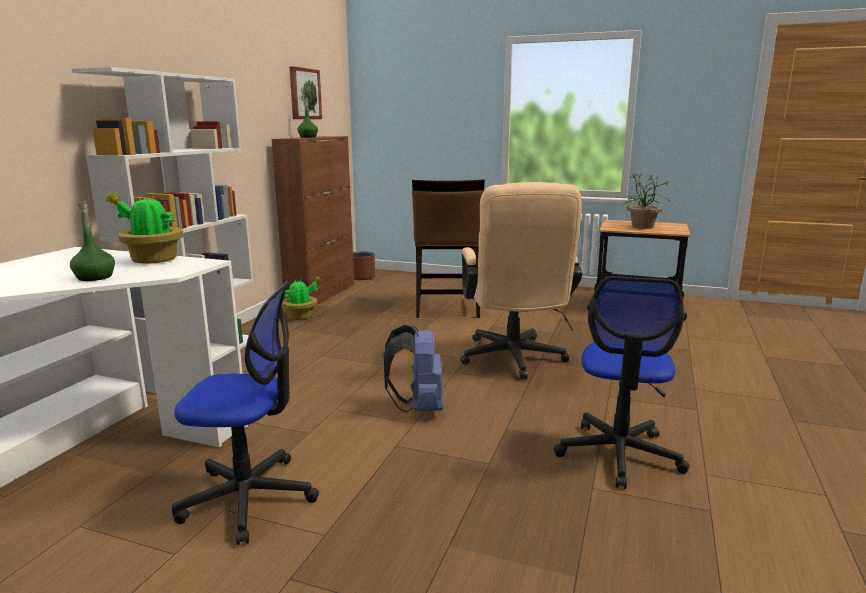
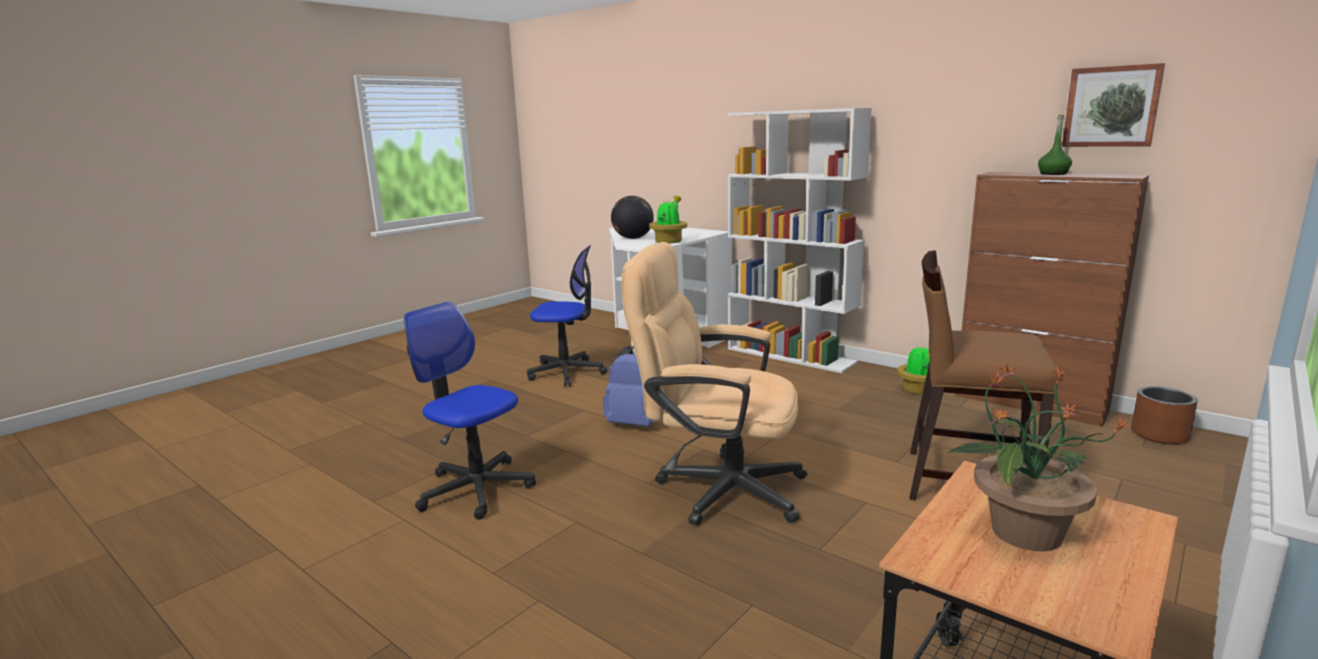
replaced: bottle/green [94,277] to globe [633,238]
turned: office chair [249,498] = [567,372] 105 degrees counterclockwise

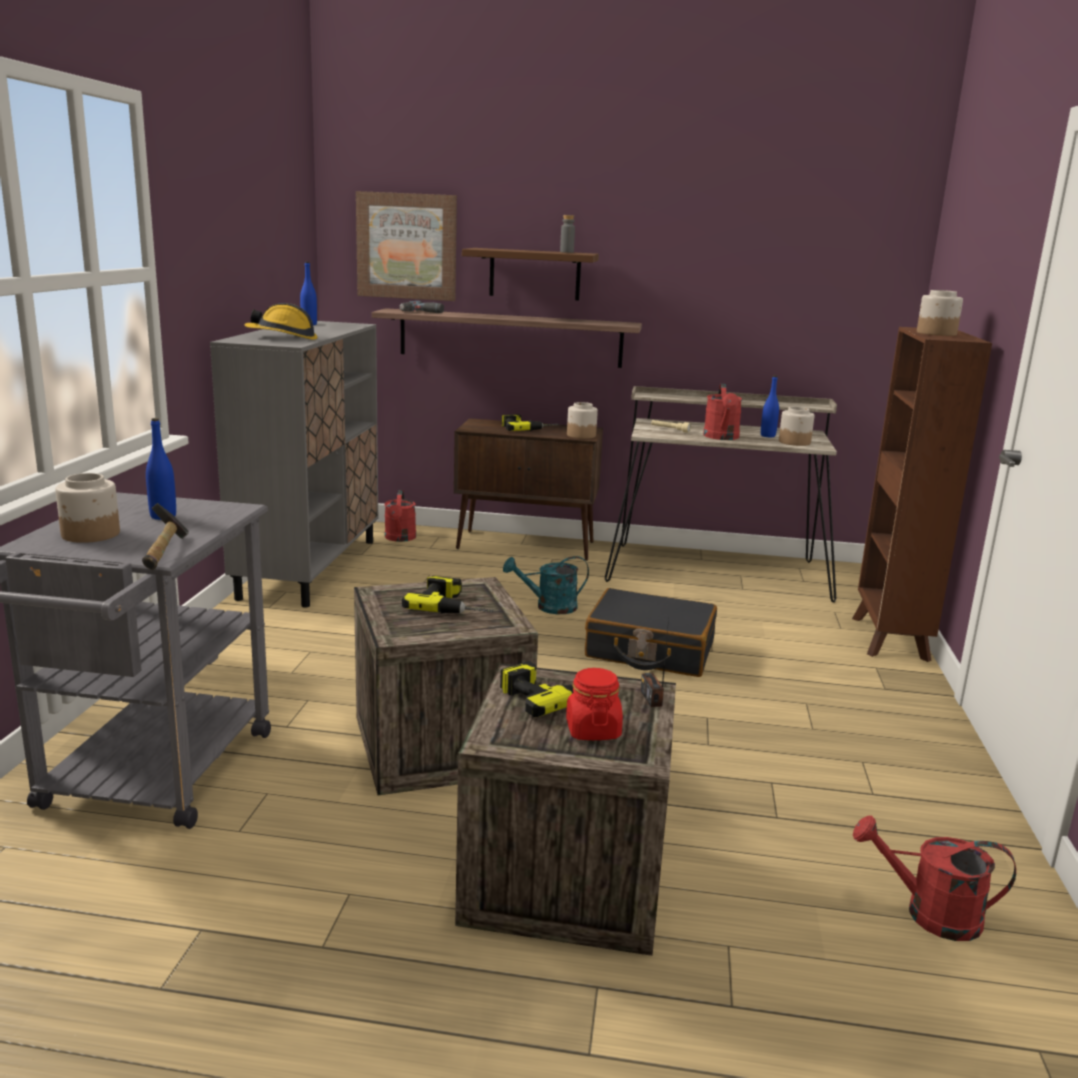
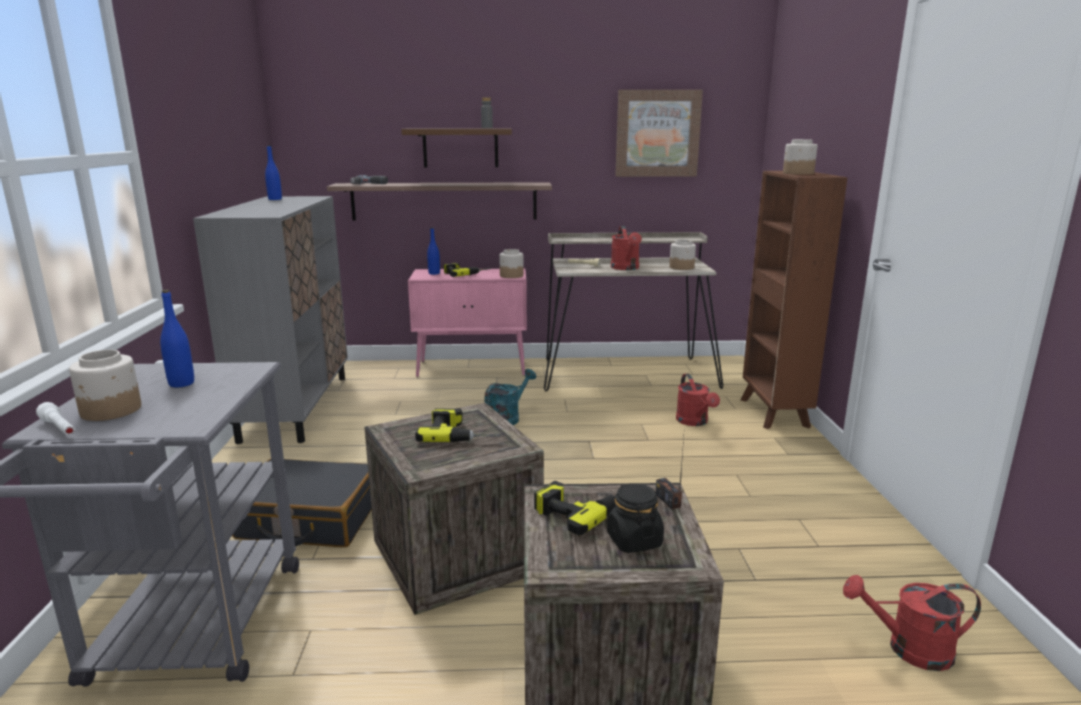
removed: hammer [164,555]; hard hat [283,337]
added: flashlight/white [59,429]
moved: suitcase/black [649,650] to [308,519]; bottle/blue [767,436] to [434,273]; picture [407,246] to [657,133]; watering can/red [400,538] to [694,422]
recoloured: cabinet/brown [527,545] to cabinet/pink [473,368]; jar/red [592,730] to jar/black [634,540]
turned: watering can/turquoise [549,607] = [507,418] 150 degrees clockwise

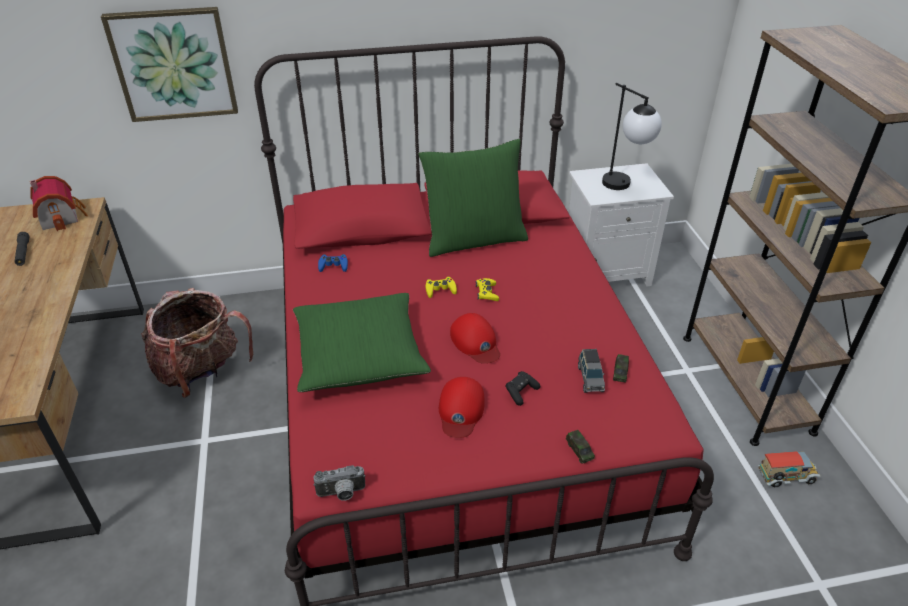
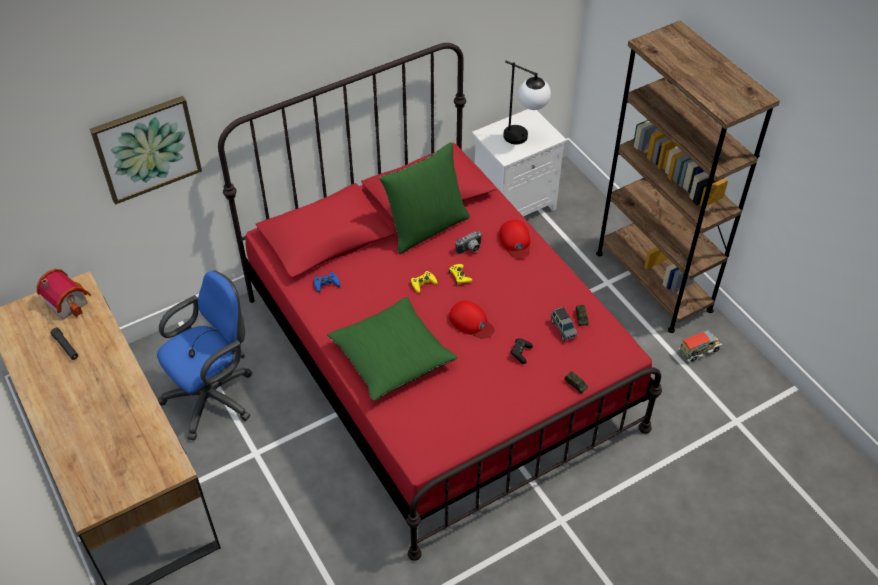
moved: photo camera [341,494] to [470,250]; cap/red [460,410] to [515,241]
replaced: backpack [202,372] to office chair/blue [215,396]

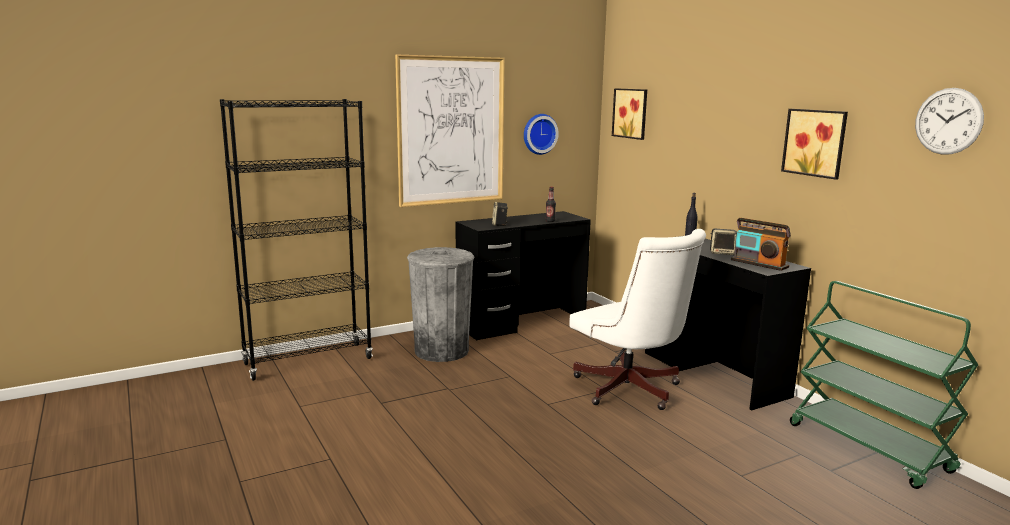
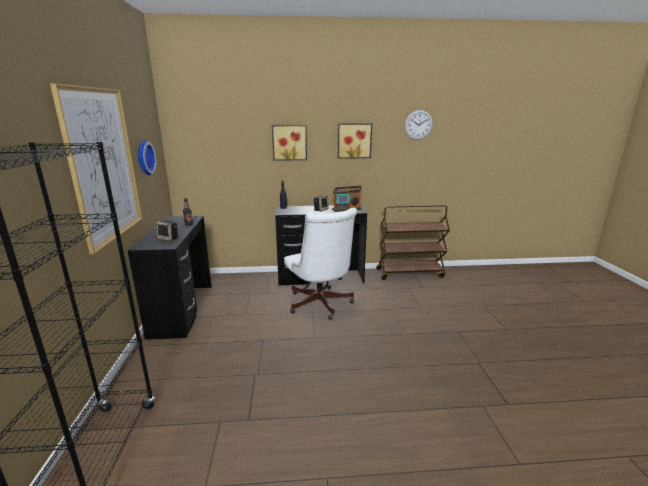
removed: trash can/grey [441,351]
moved: picture [631,113] to [289,142]
recoloured: cart/green [869,448] to cart/brown [410,273]
turned: office chair/white [631,391] = [320,305] 75 degrees clockwise

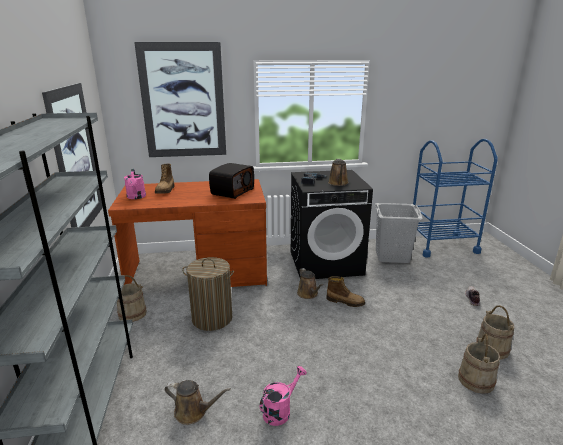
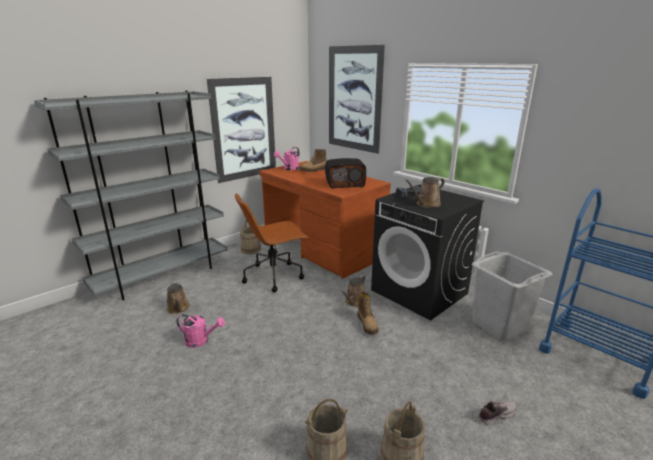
replaced: laundry basket [212,318] to office chair/brown [274,276]

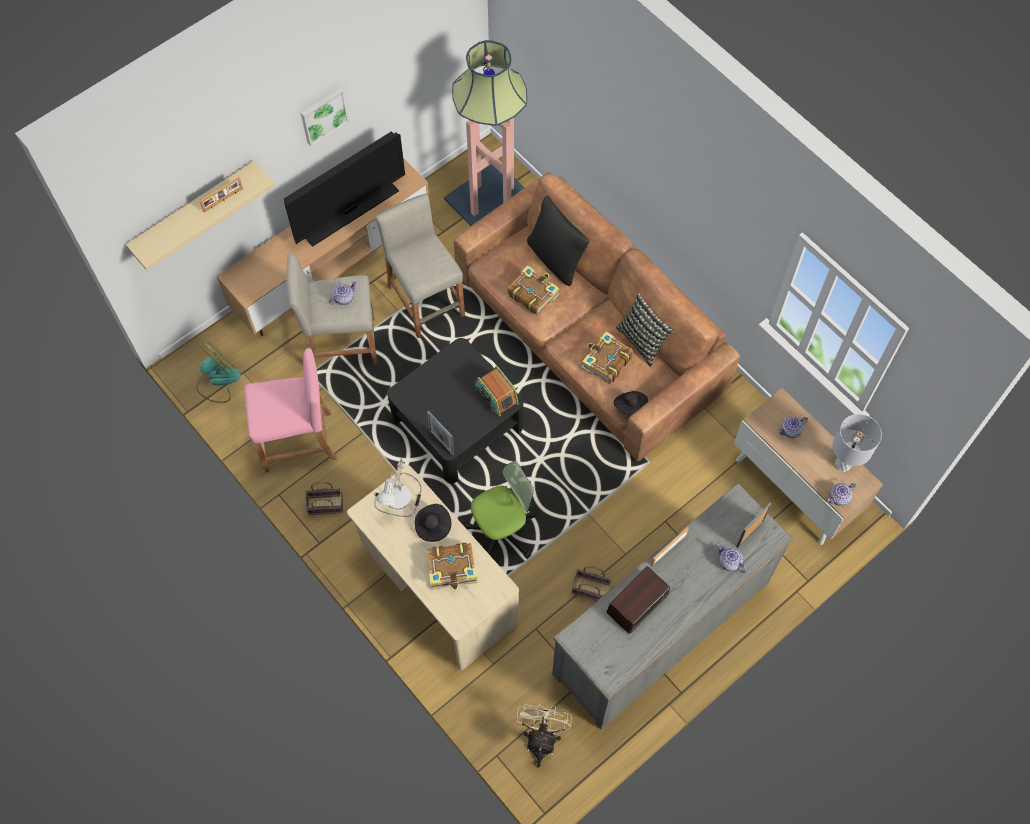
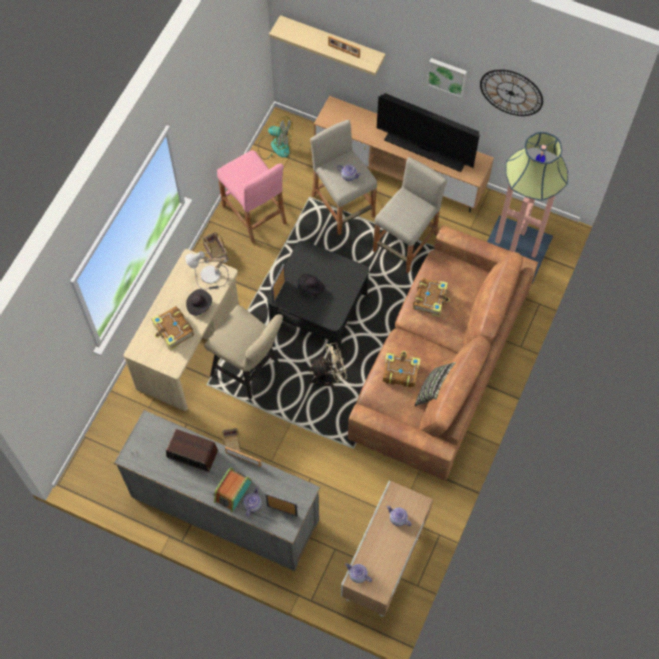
removed: pillow/black [556,259]; table lamp/grey [843,464]
added: wall clock [511,92]
moved: radio [496,395] to [232,491]; hat/black [630,405] to [311,288]; fan/beige [542,738] to [328,377]
replaced: office chair [502,531] to stool/beige [249,371]

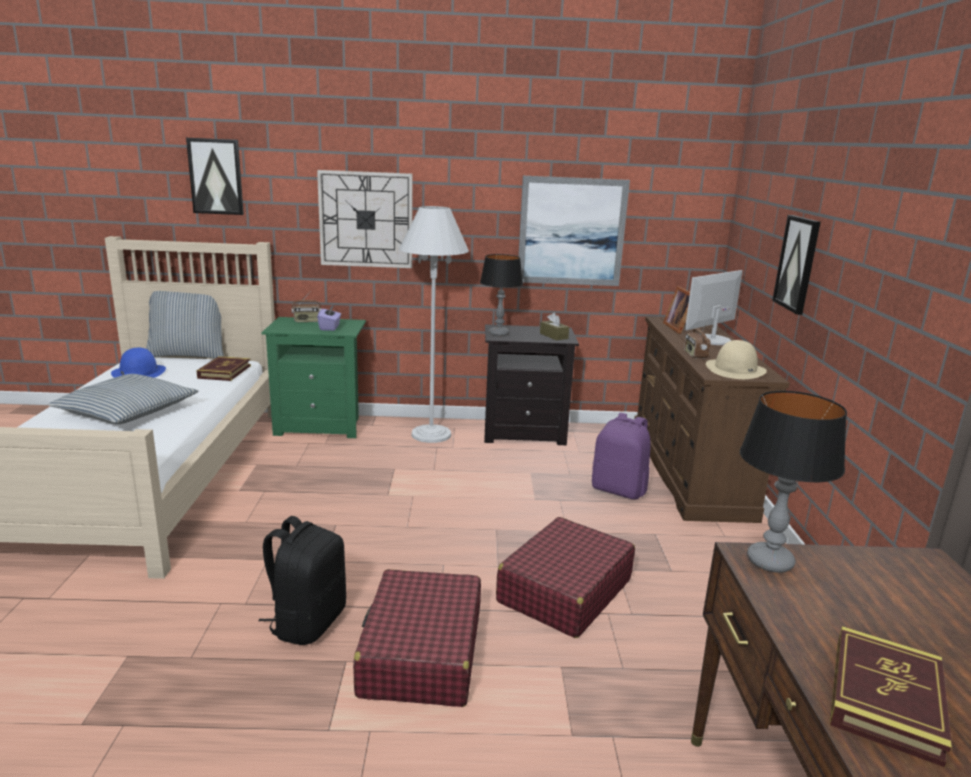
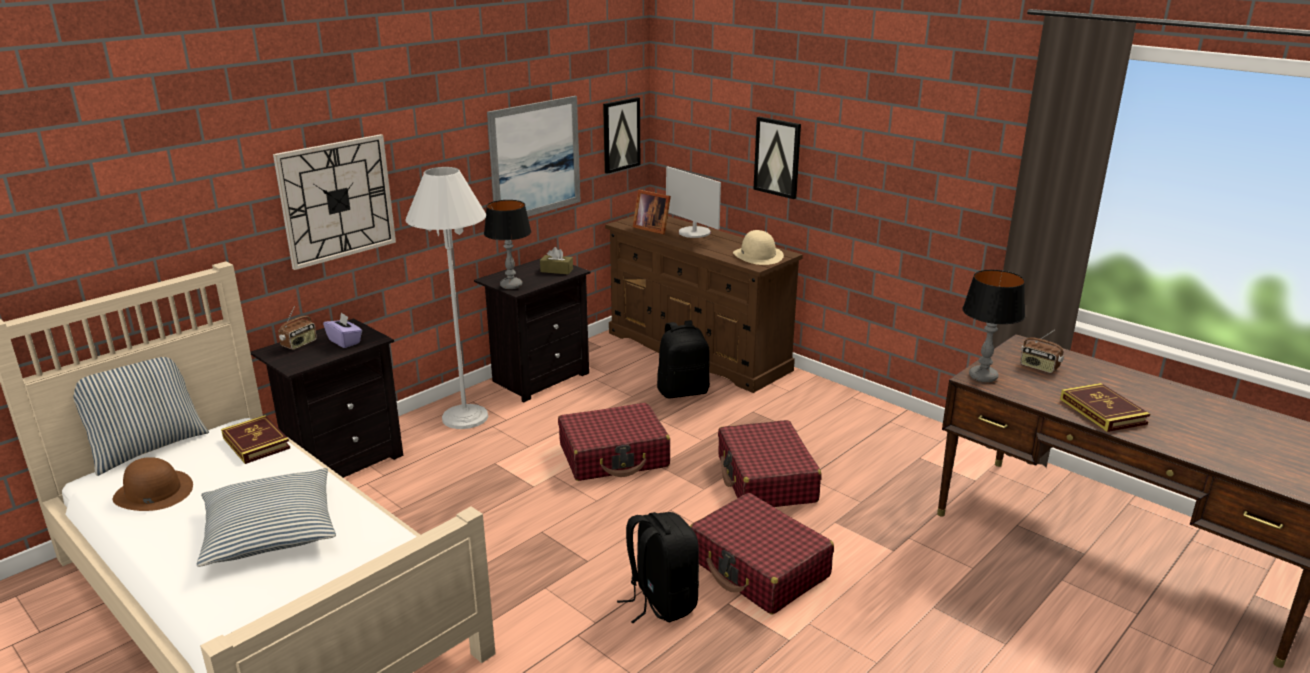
added: suitcase/red [614,456]
moved: picture [216,176] to [620,134]; radio [695,355] to [1039,367]
recoloured: hat/blue [139,373] to hat/brown [153,492]; nightstand/green [321,426] to nightstand/black [342,462]; backpack/purple [619,490] to backpack/black [683,391]
turned: monitor [712,340] = [694,232] 45 degrees counterclockwise

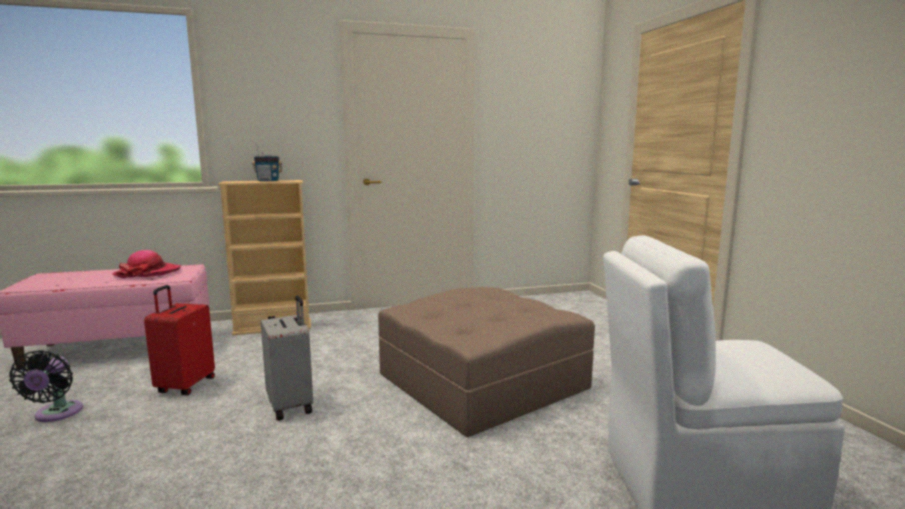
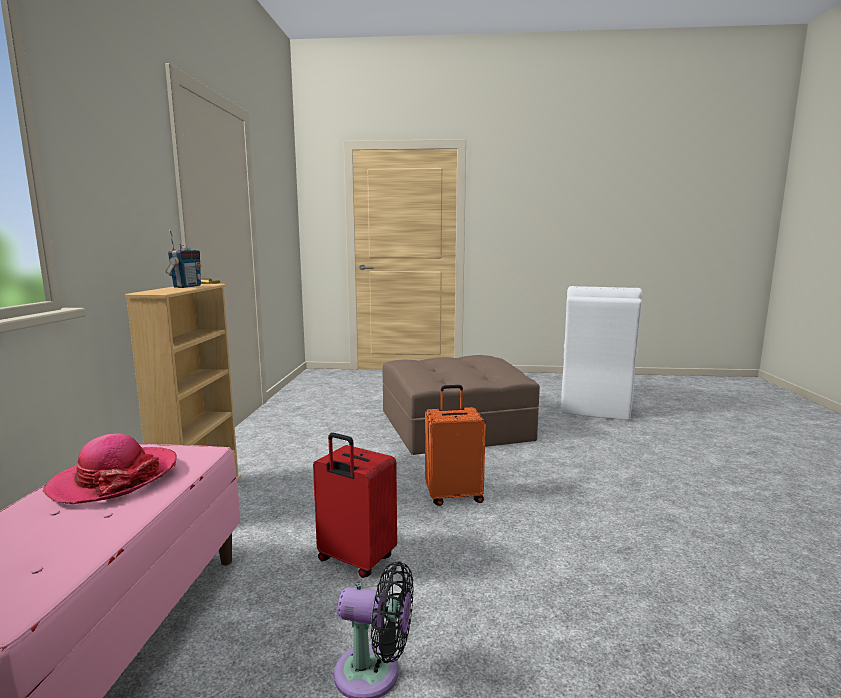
recoloured: suitcase/grey [291,406] to suitcase/orange [454,495]

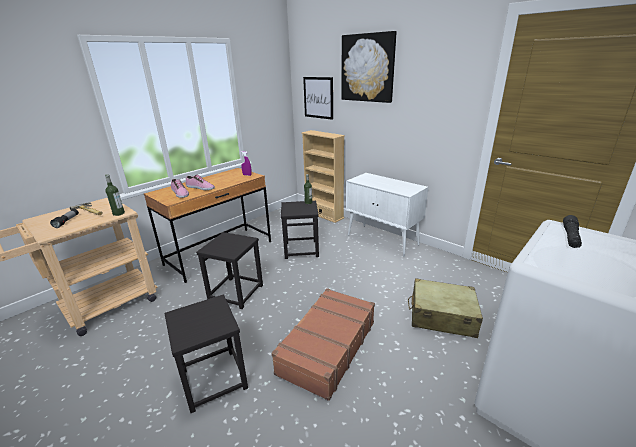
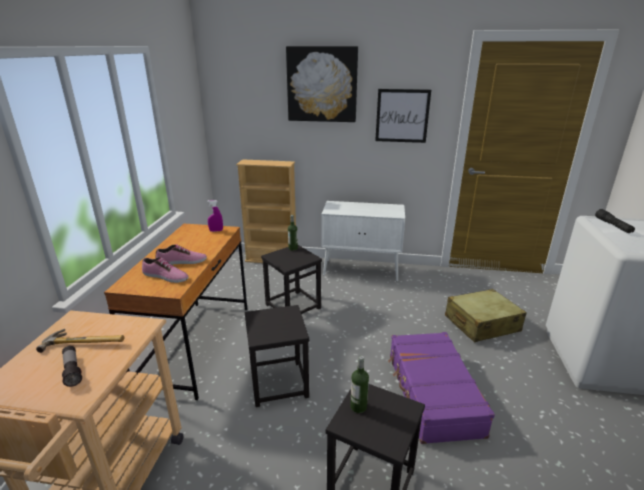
moved: bottle [118,213] to [358,406]; picture [318,97] to [402,116]
recoloured: suitcase/brown [327,347] to suitcase/purple [432,393]

